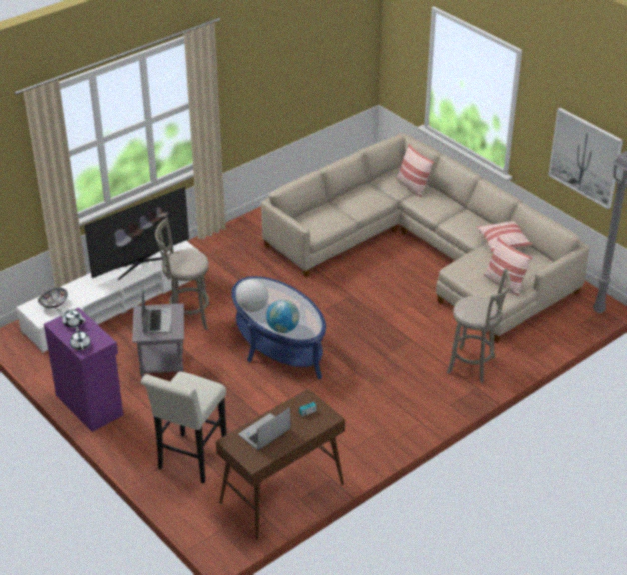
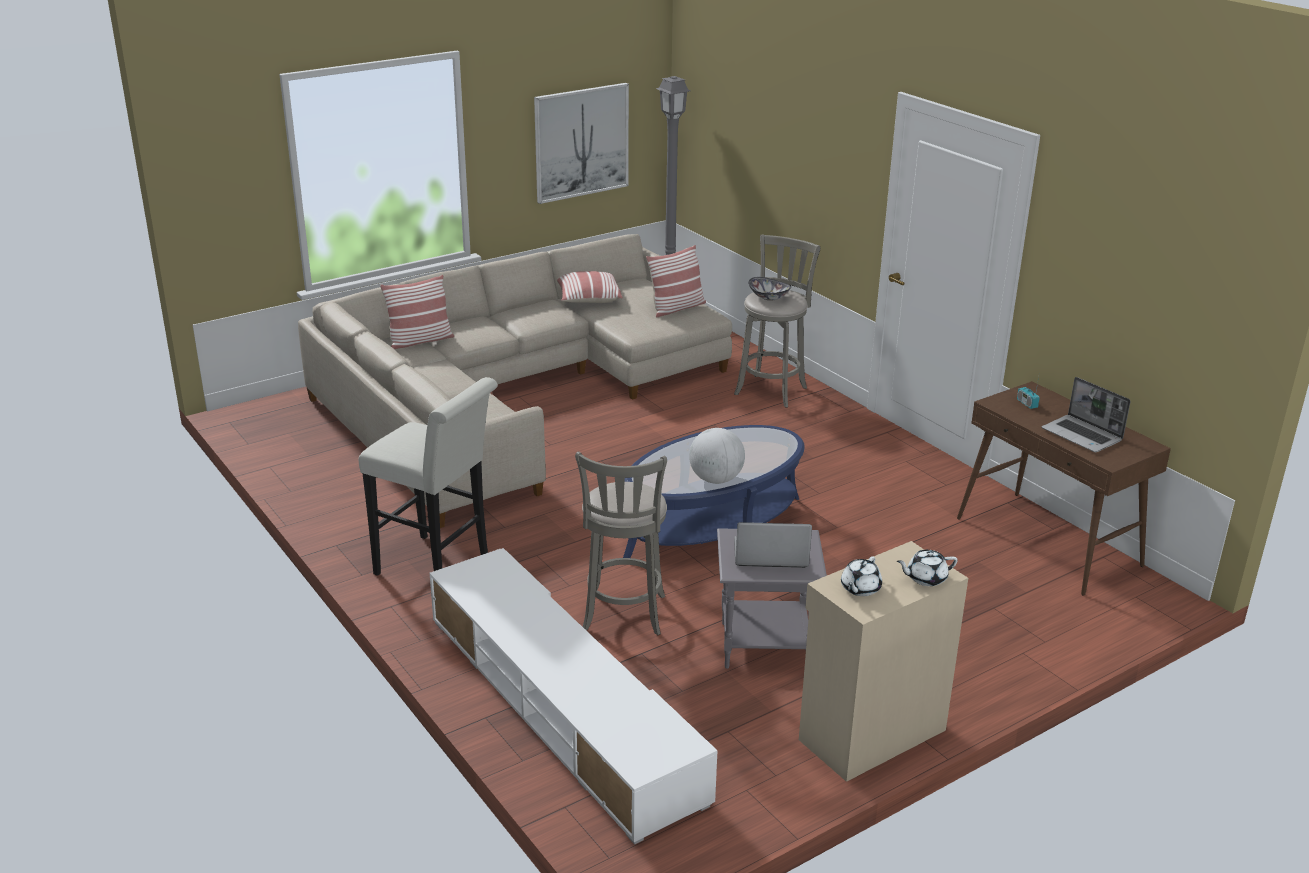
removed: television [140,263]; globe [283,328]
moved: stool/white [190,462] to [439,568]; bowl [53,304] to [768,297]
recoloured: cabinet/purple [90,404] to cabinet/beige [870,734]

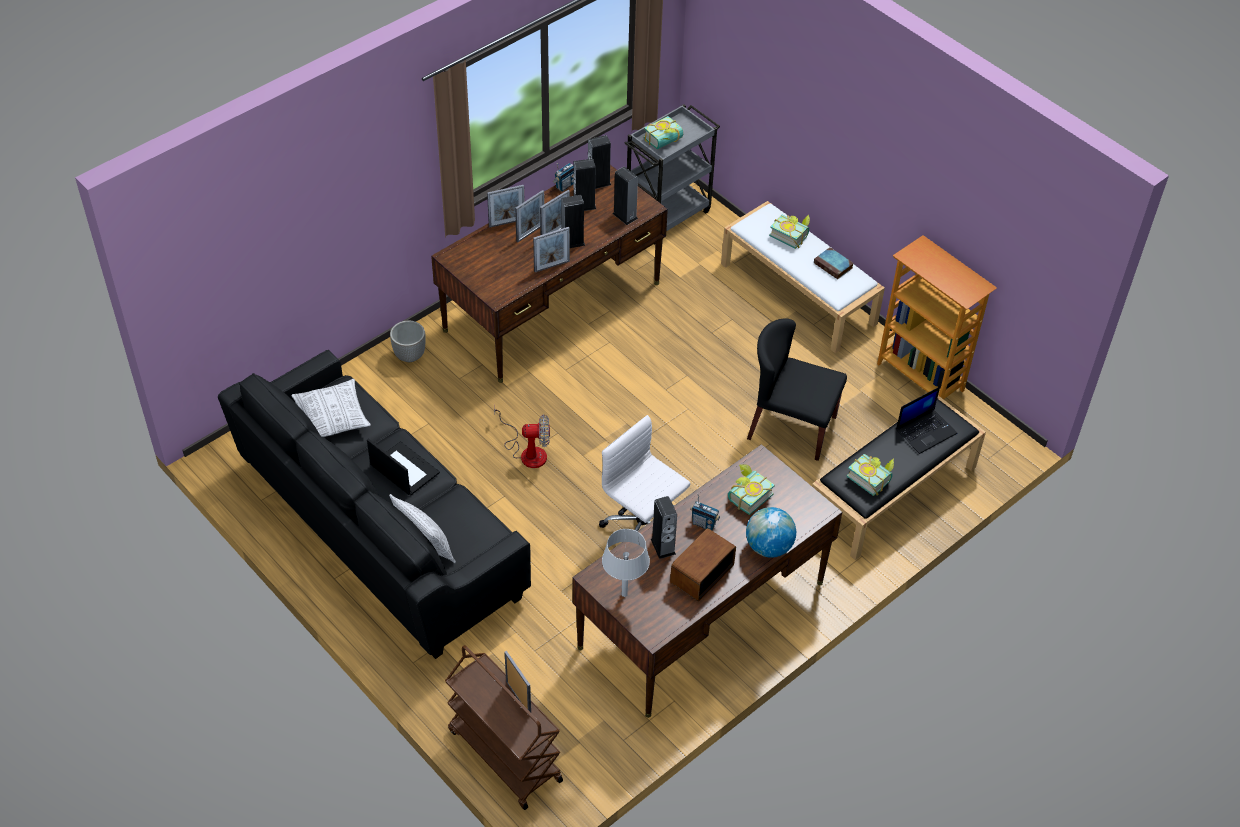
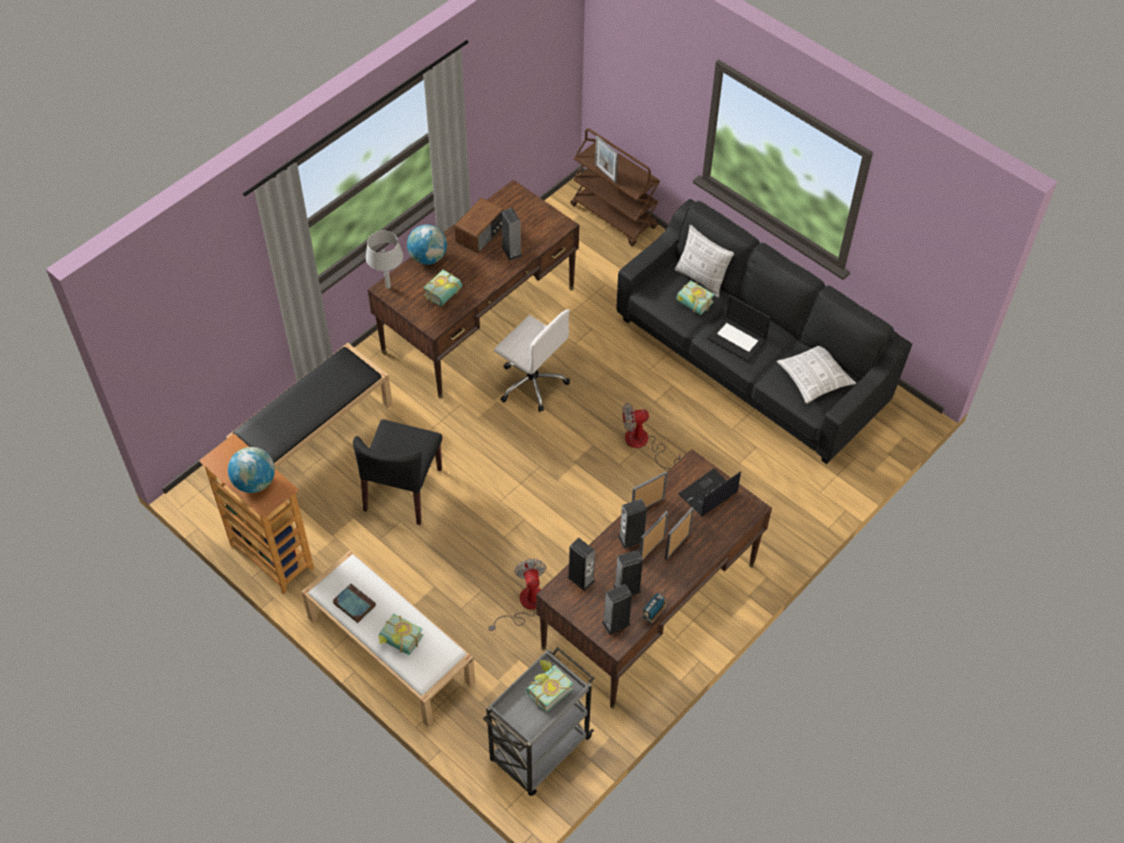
removed: planter [410,355]; picture frame [507,223]; radio [704,524]
added: globe [255,482]; fan [525,604]
moved: table lamp/grey [624,594] to [388,286]; book [871,477] to [692,305]; laptop [926,431] to [708,494]
turned: chair/black [791,427] = [403,490] 90 degrees clockwise

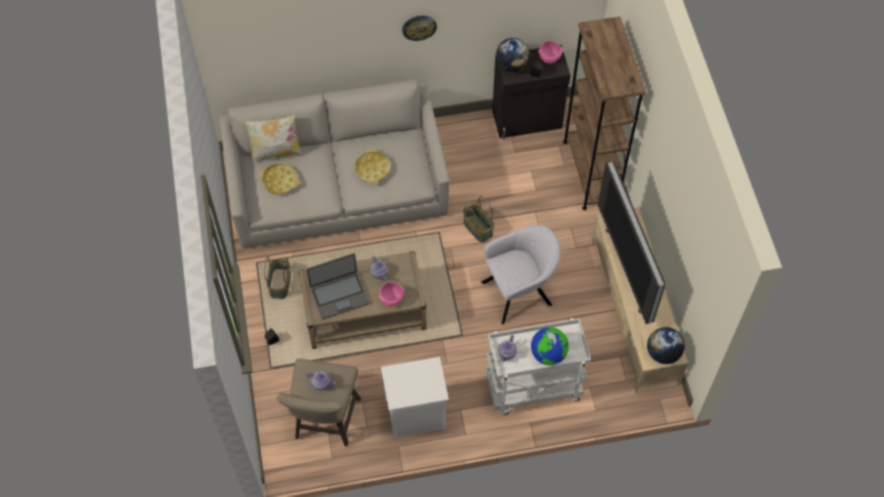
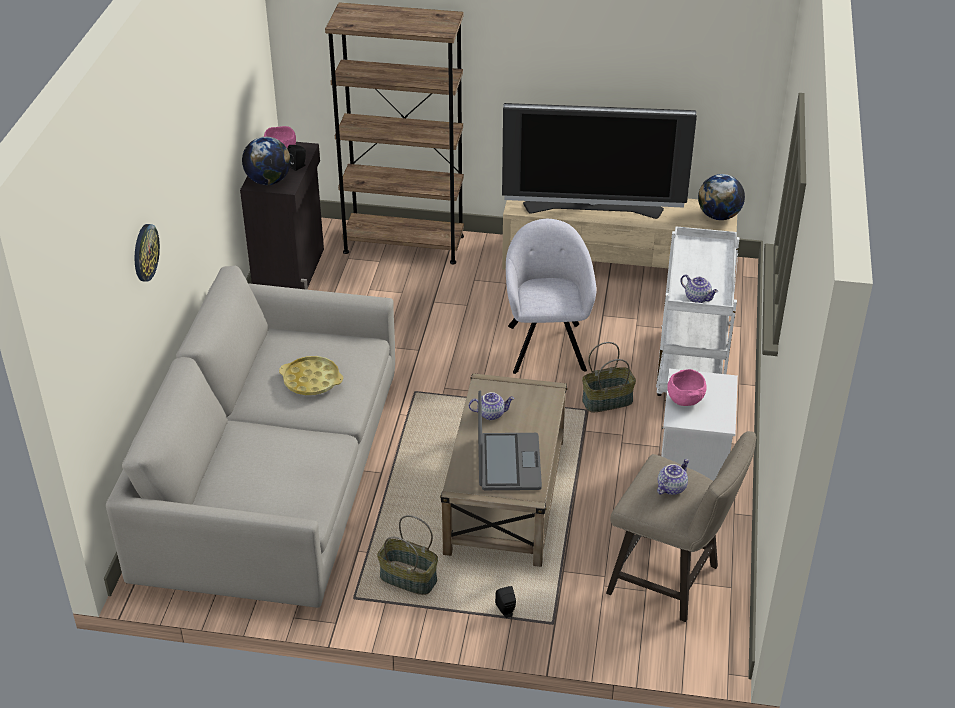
removed: pillow [276,152]; tray/yellow [280,181]; globe [548,354]
moved: wall clock [419,27] to [145,252]; basket [478,228] to [607,400]; bowl/pink [392,299] to [684,399]

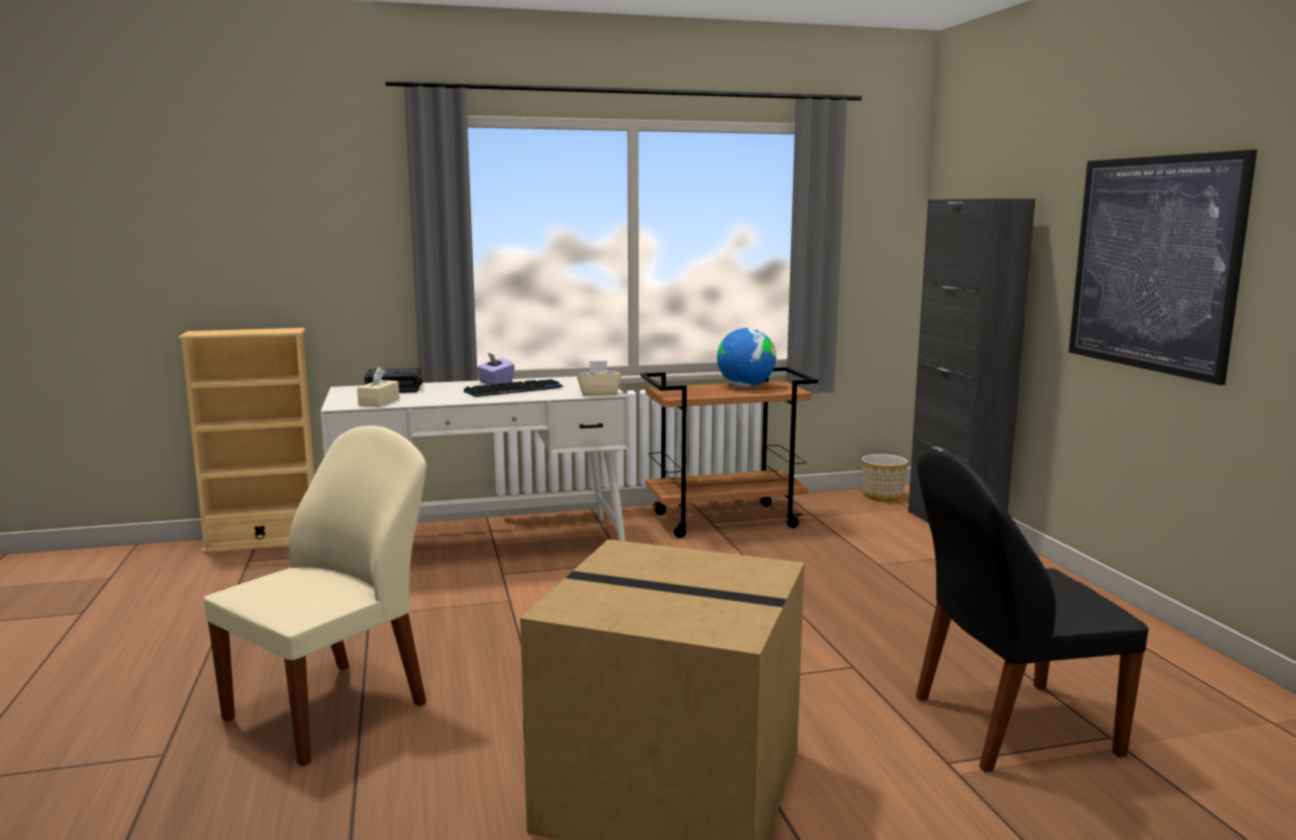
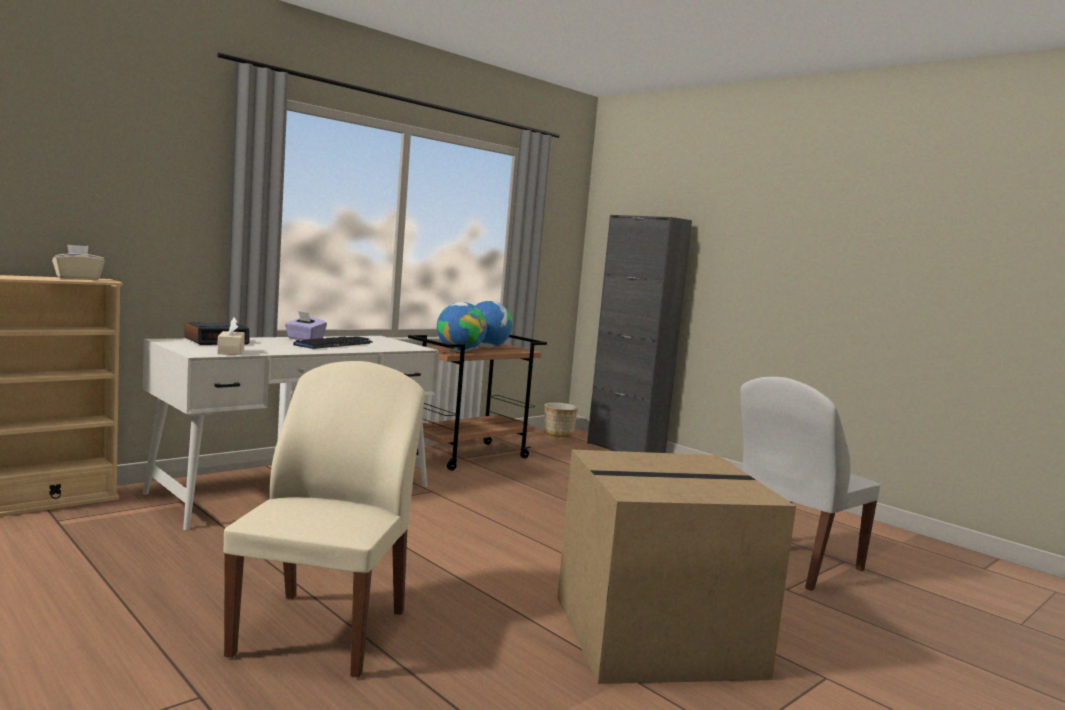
removed: picture [1153,264]
added: globe [459,351]
moved: tissue box/beige [598,393] to [78,278]
recoloured: chair/black [1008,726] to chair/white [792,563]

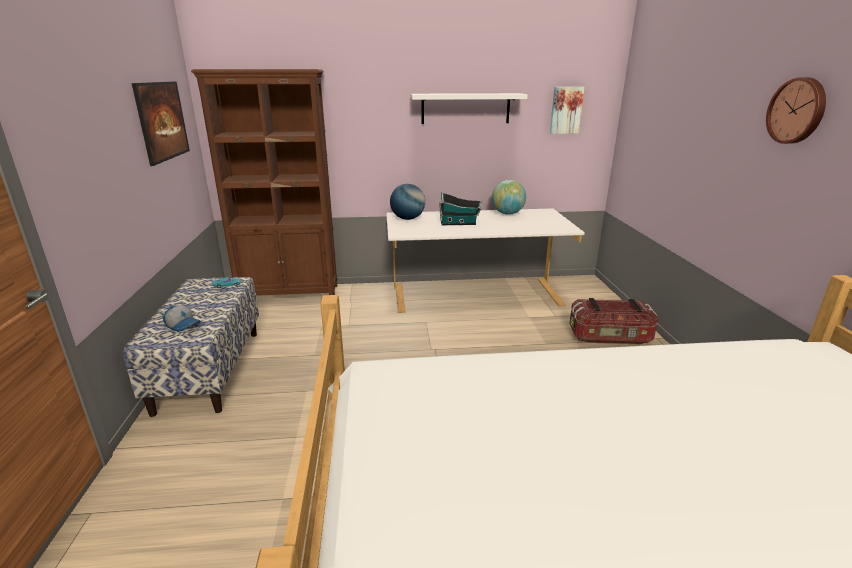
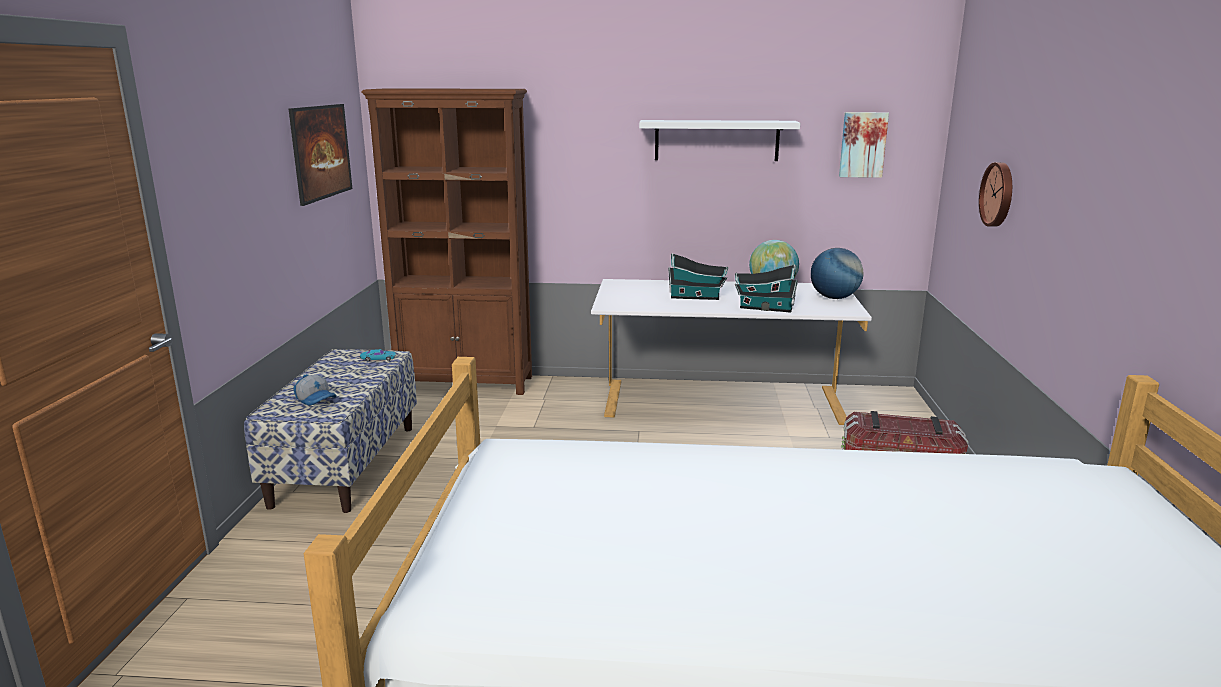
added: toy house [763,308]
moved: globe [407,219] to [834,298]; wall clock [797,111] to [999,194]

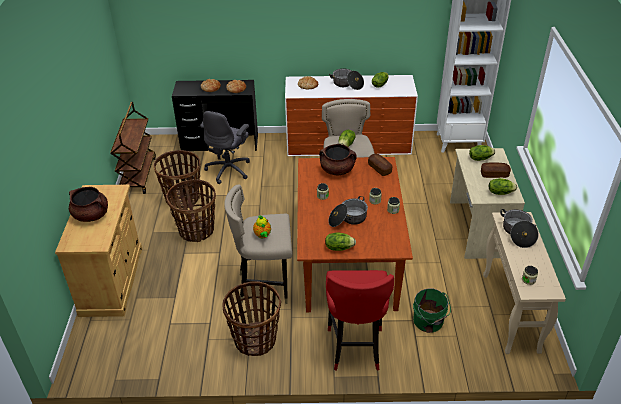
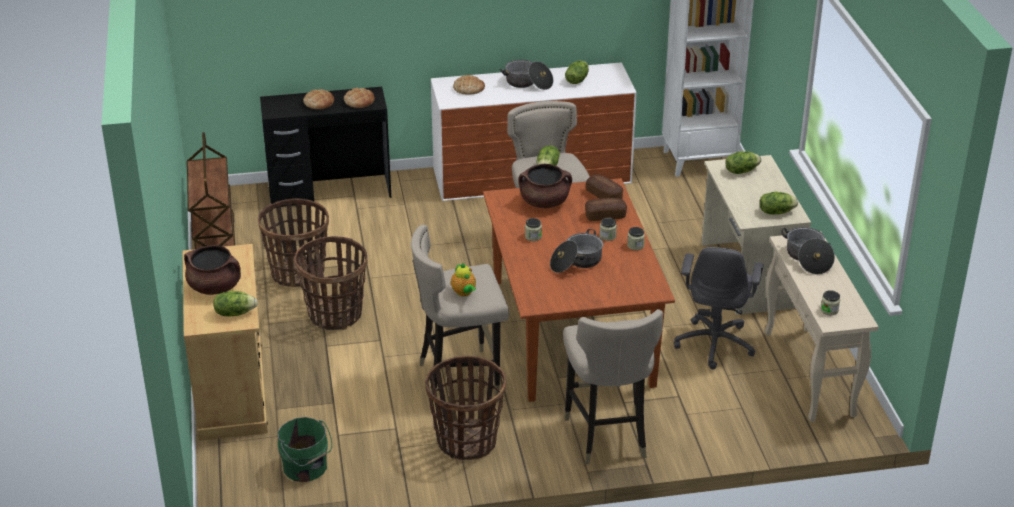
moved: lettuce [339,247] to [234,313]; bucket/green [429,322] to [306,468]; bread [494,174] to [605,216]; office chair/grey [229,170] to [715,343]
recoloured: stool/red [355,347] to stool/beige [607,436]

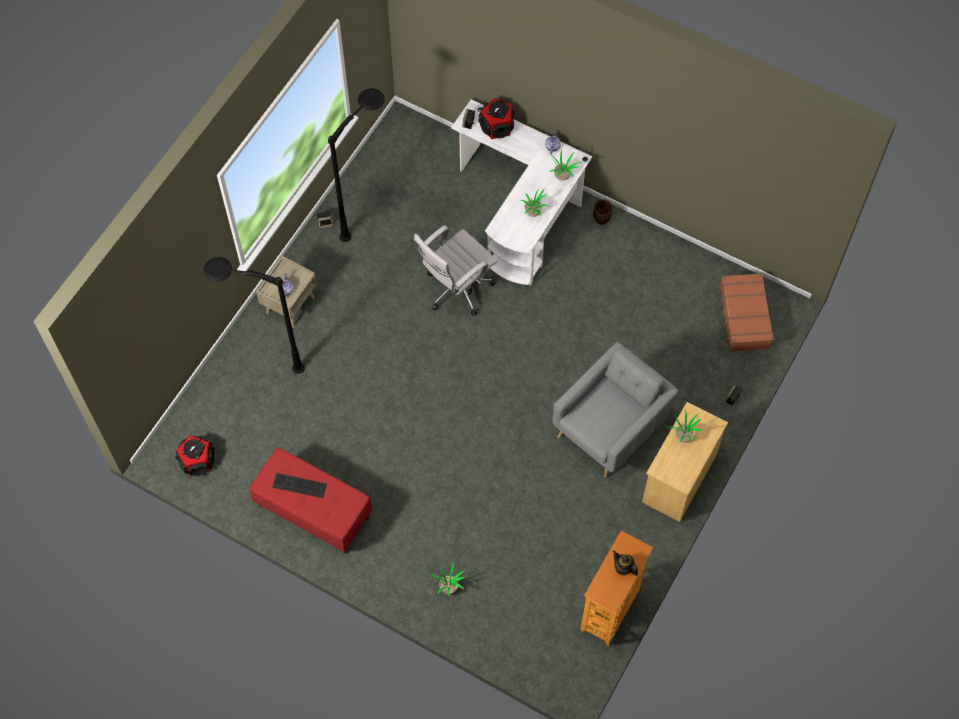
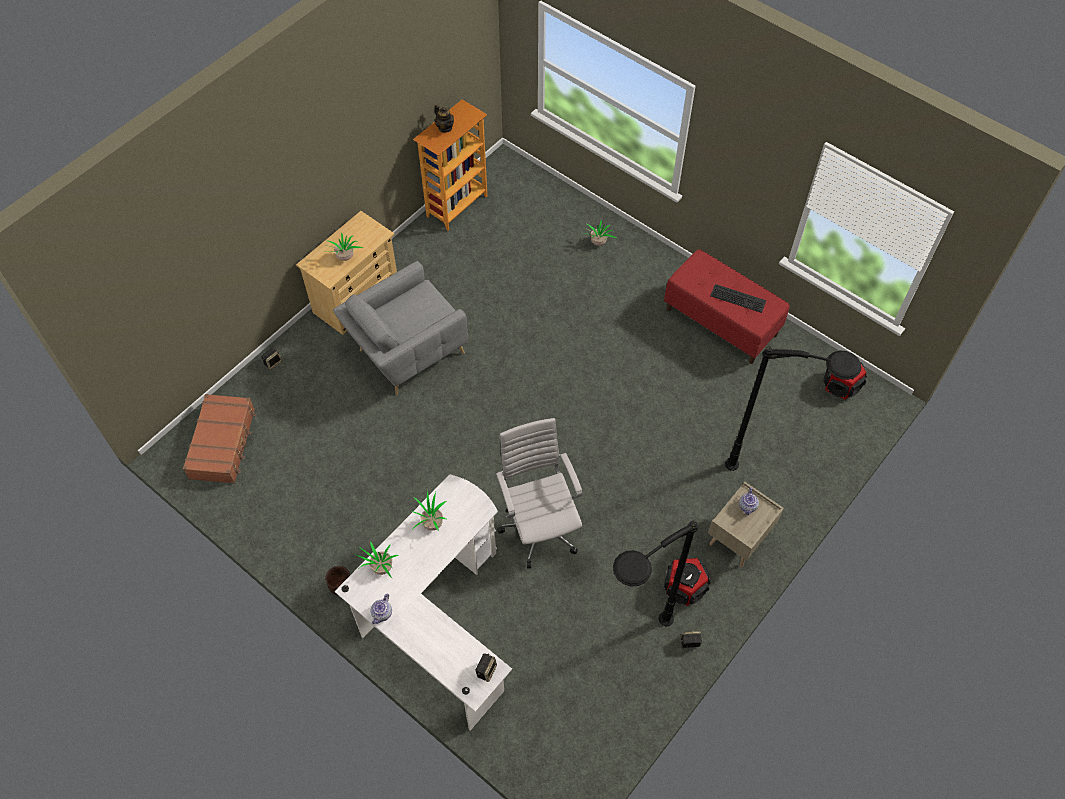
moved: speaker [497,127] to [684,587]
turned: office chair/white [456,290] = [539,526] 75 degrees counterclockwise

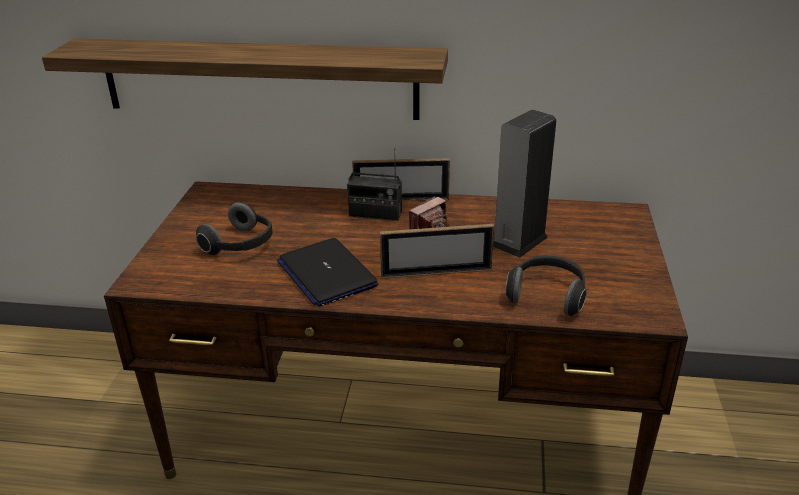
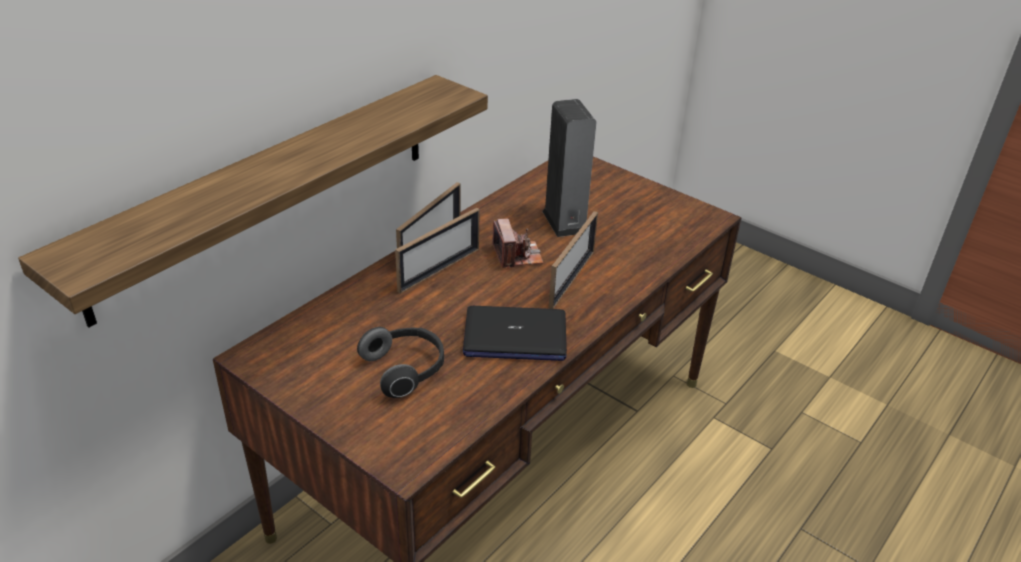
removed: headphones [547,295]
replaced: radio [375,214] to picture frame [439,270]

